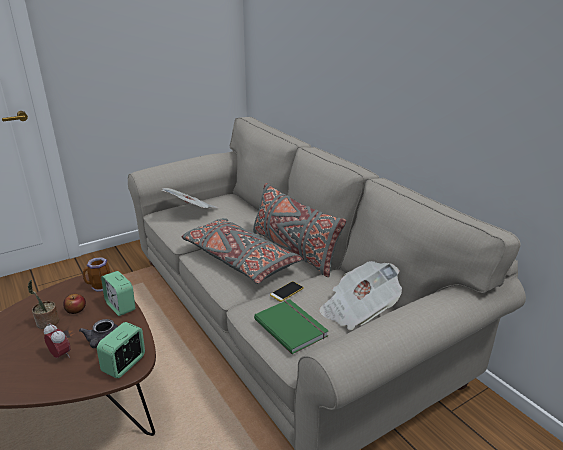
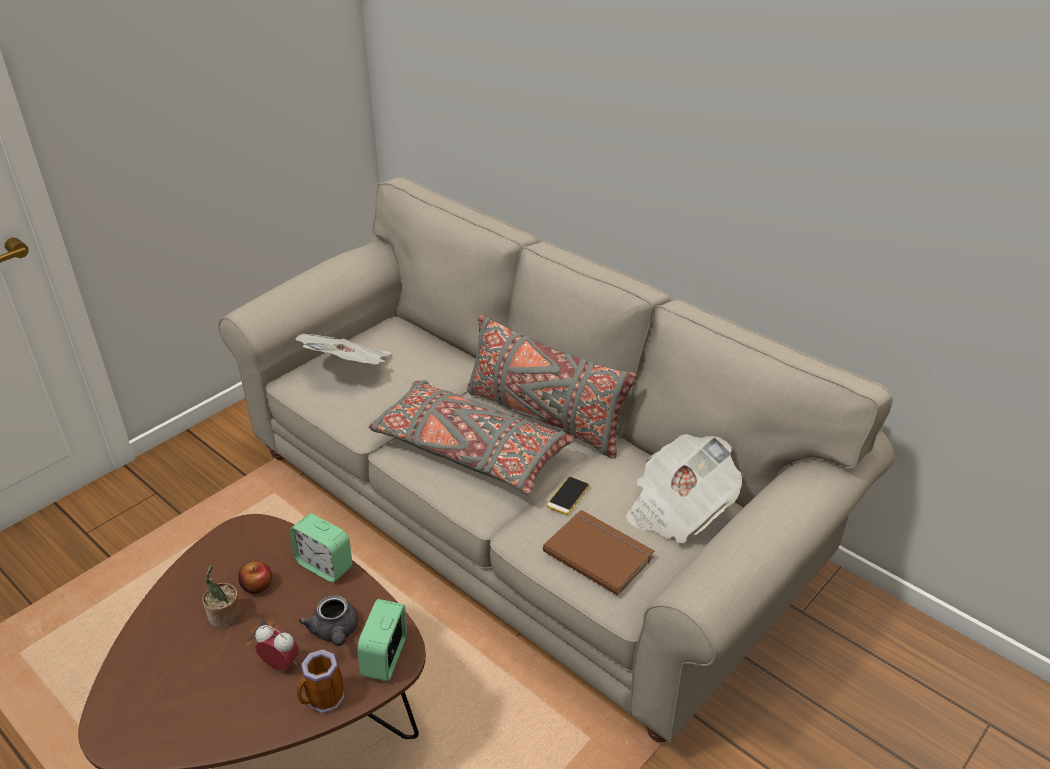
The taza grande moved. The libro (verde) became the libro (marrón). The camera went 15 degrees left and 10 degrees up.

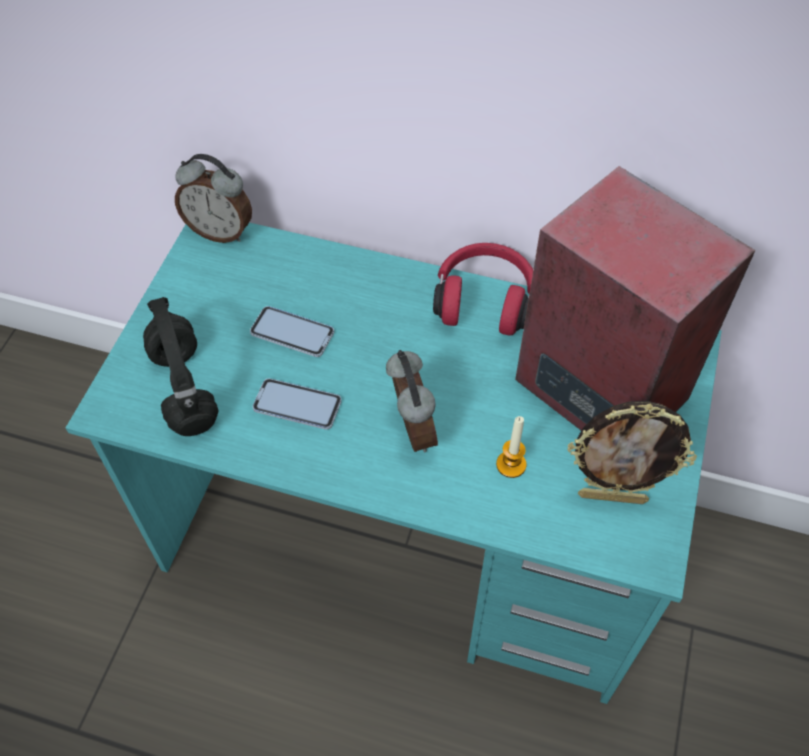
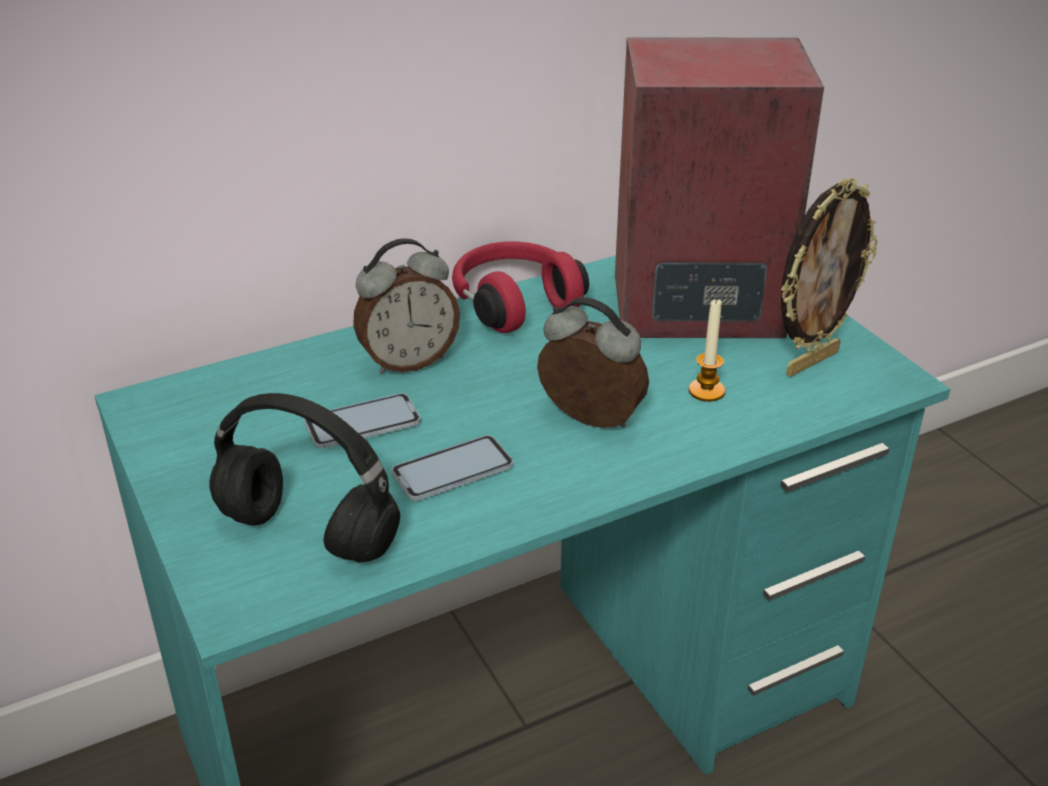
The despertador (no. 1 from left) moved. The camera went 45 degrees left and 20 degrees down.

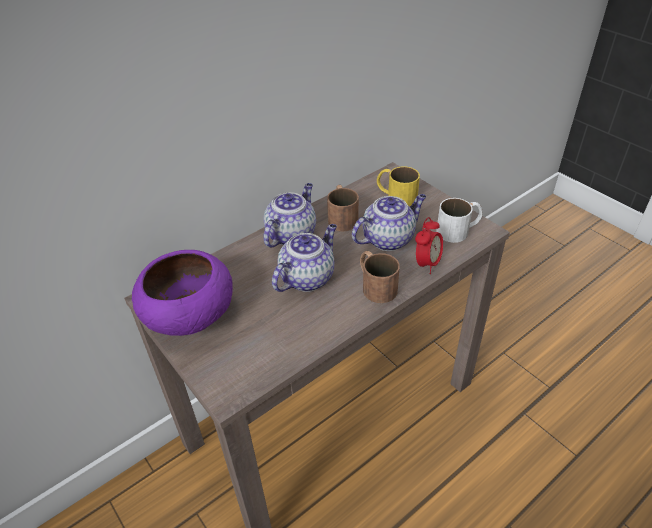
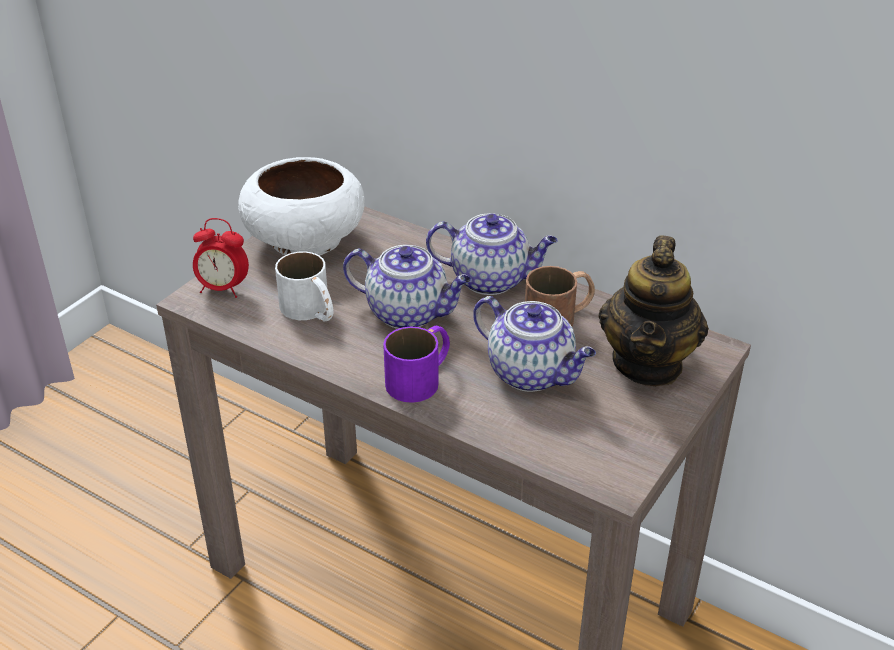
The despertador moved. The cuenco (morado) became the cuenco (blanco). The taza grande (blanco) moved. The taza grande (marrón) (no. 2 from left) became the taza grande (morado). The taza grande (amarillo) was replaced by the tetera (no. 4 from left). The camera went 70 degrees right and 5 degrees down.

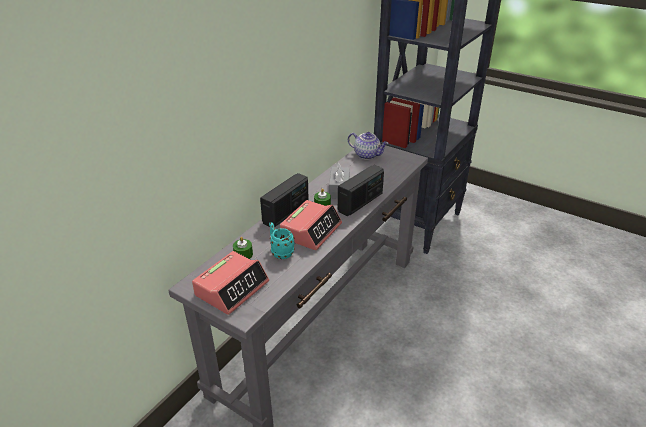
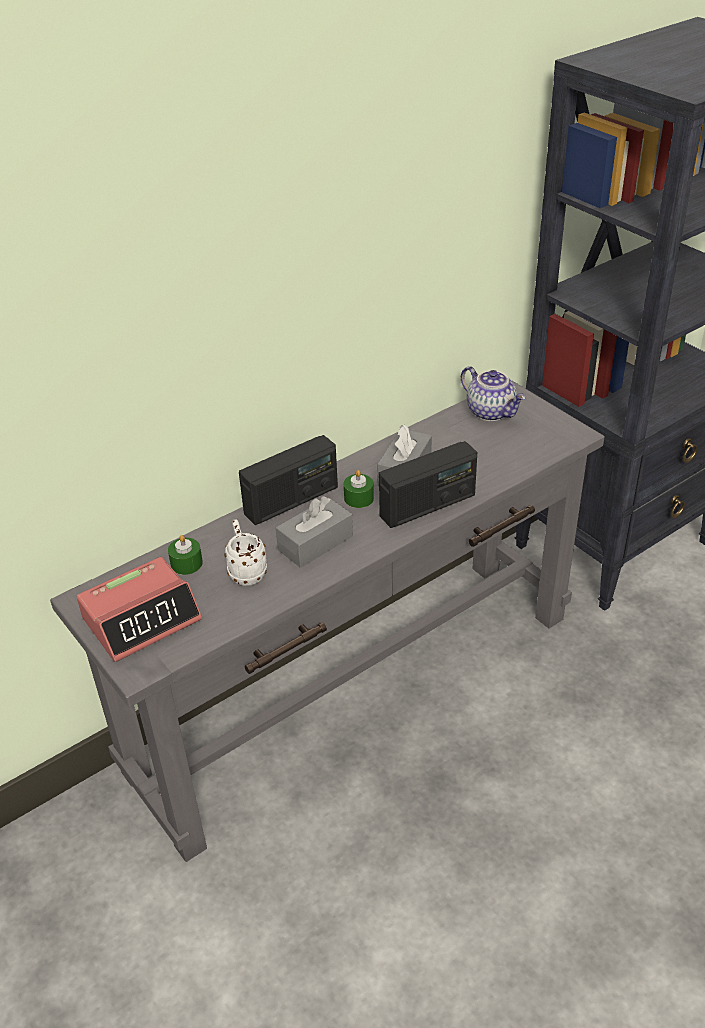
The taza grande (turquesa) became the taza grande (blanco). The despertador (no. 2 from left) was replaced by the caja de pañuelos (gris) (no. 1 from left). The camera went 20 degrees right and 5 degrees up.

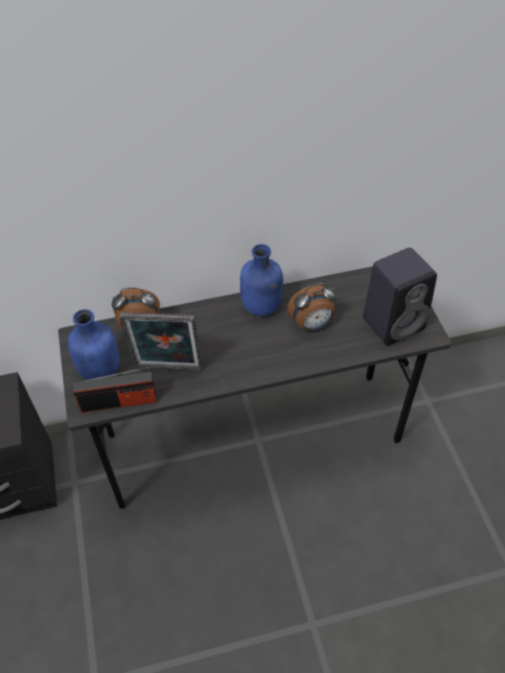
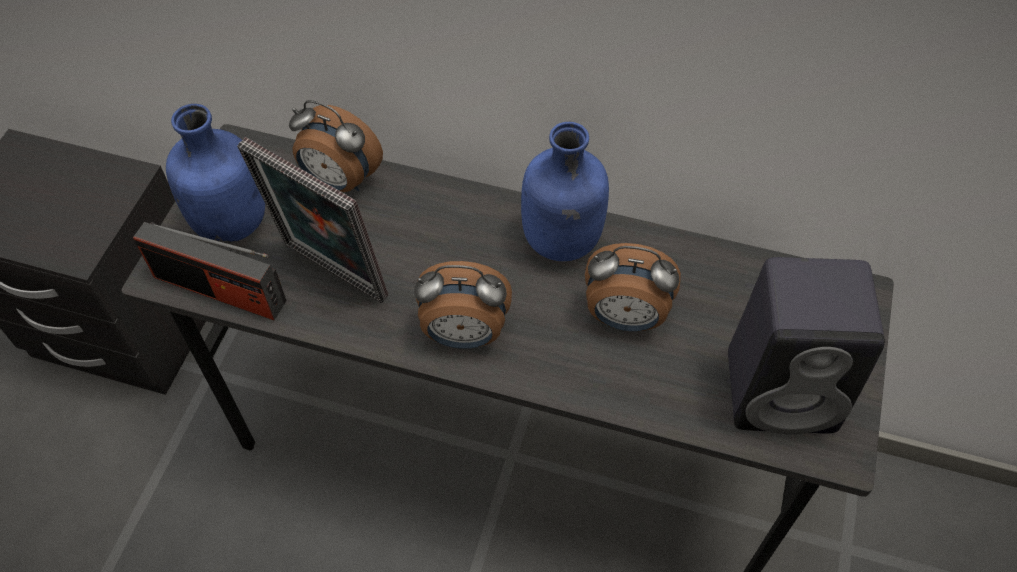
The despertador (no. 2 from left) appeared. The camera went 30 degrees right and 5 degrees up.

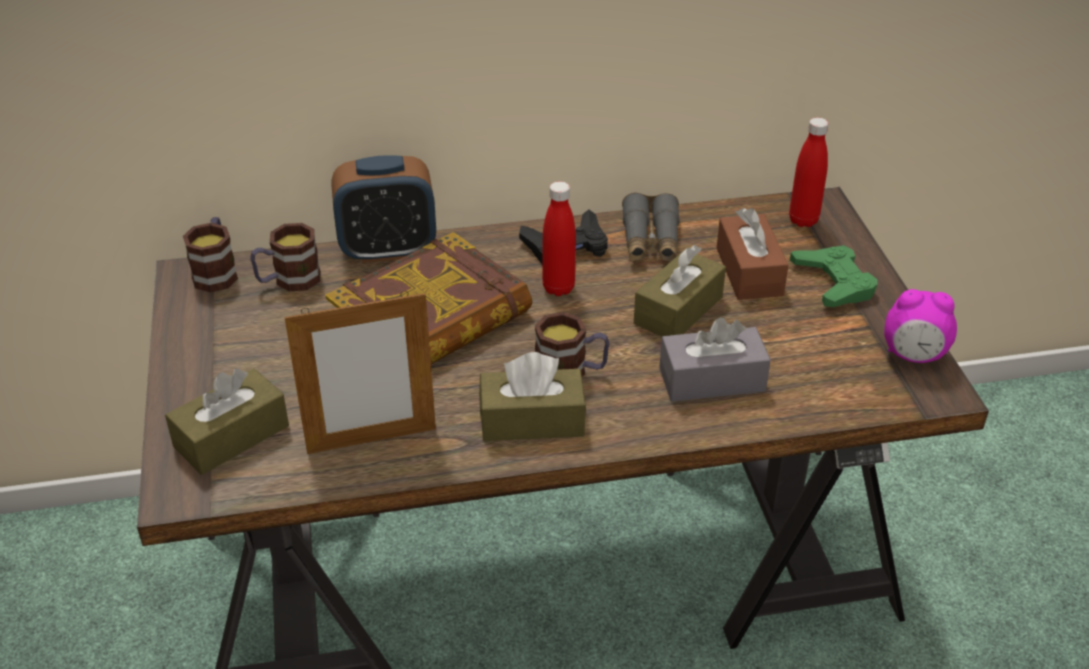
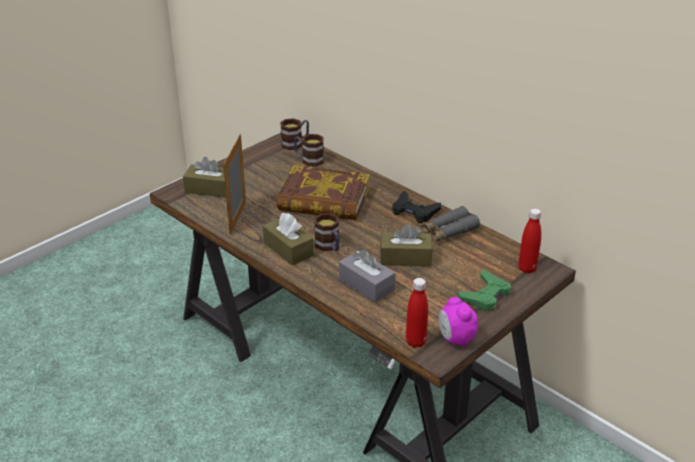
The portarretratos turned 60 degrees clockwise. The botella (rojo) (no. 1 from left) moved. The despertador (no. 1 from left) disappeared. The caja de pañuelos (marrón) (no. 4 from left) disappeared. The camera went 55 degrees right and 5 degrees down.

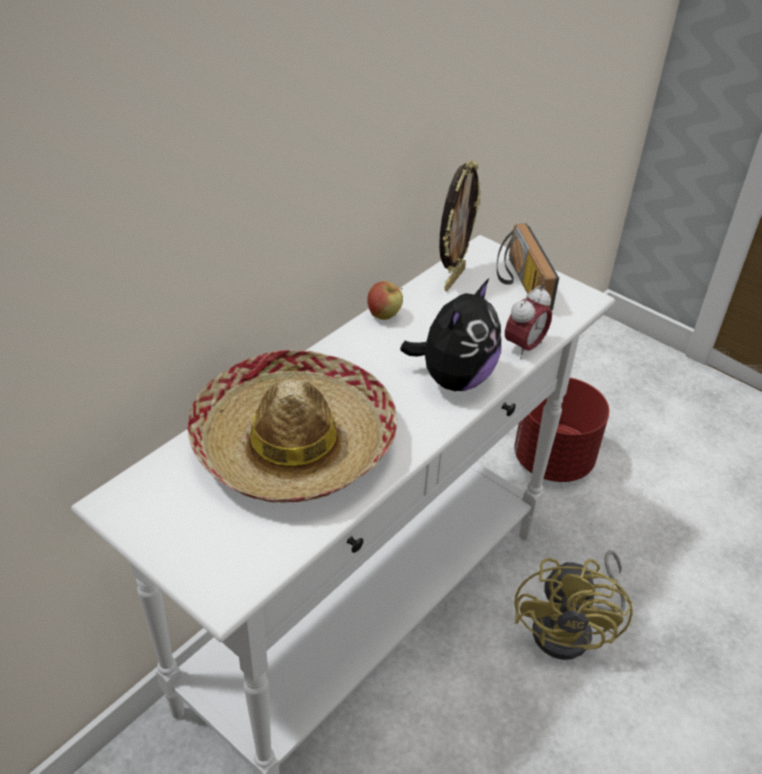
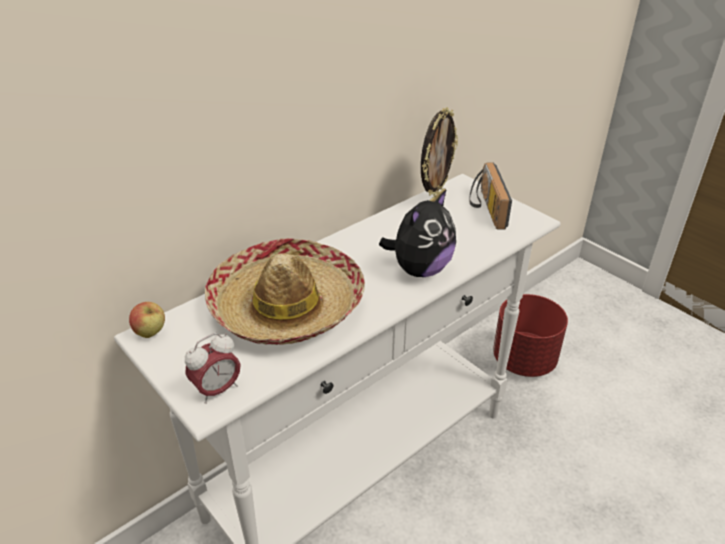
The manzana moved. The despertador moved. The ventilador (amarillo) disappeared. The camera went 10 degrees right and 5 degrees down.

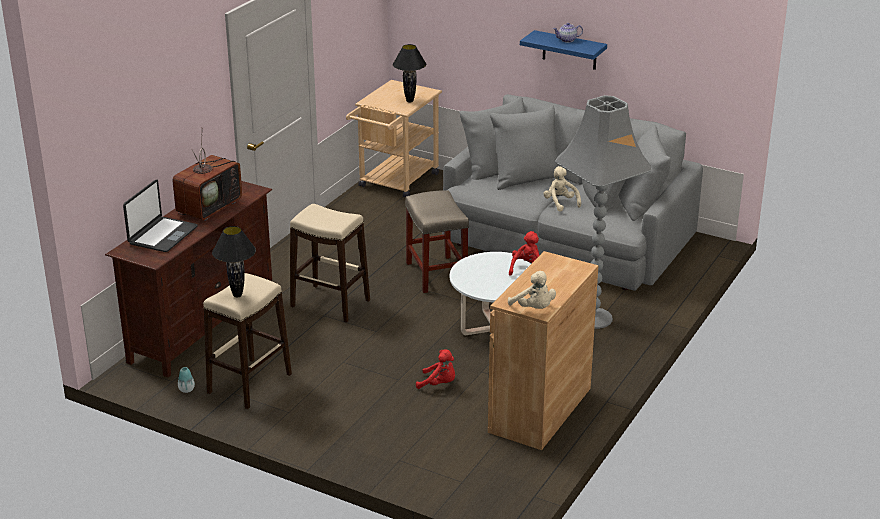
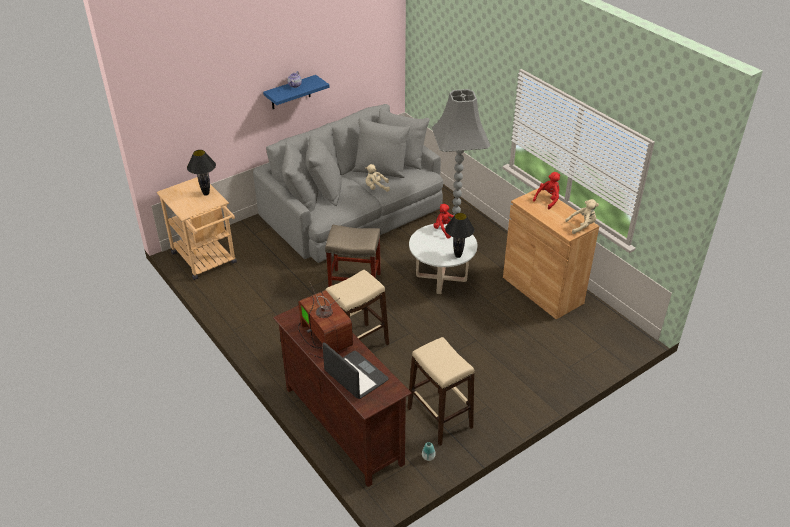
The lámpara de mesa (negro) (no. 1 from left in the first image) moved. The peluche (rojo) (no. 1 from left in the first image) moved. The camera went 65 degrees left and 10 degrees up.

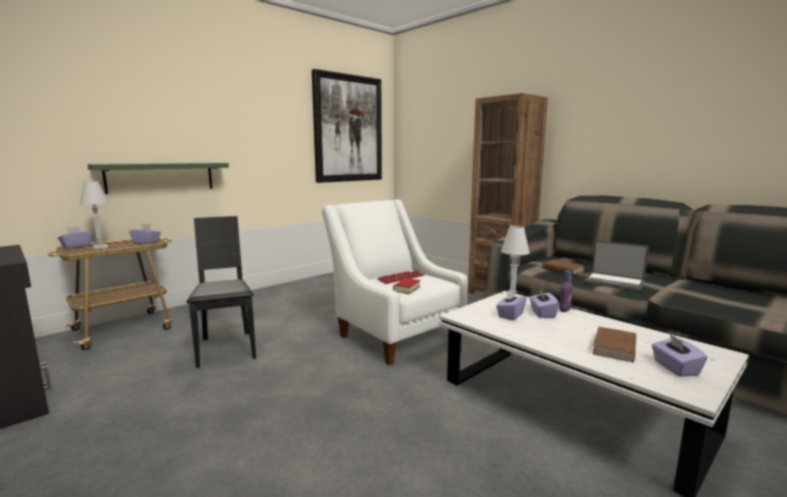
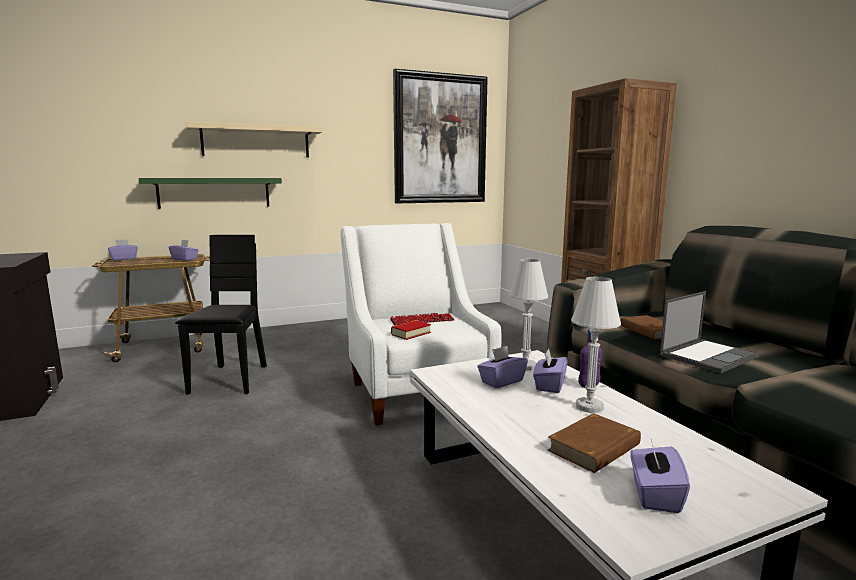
The estante (beis) appeared. The lámpara de mesa (blanco) (no. 1 from left in the first image) moved. The portátil turned 90 degrees counterclockwise. The camera went 20 degrees right and 0 degrees up.

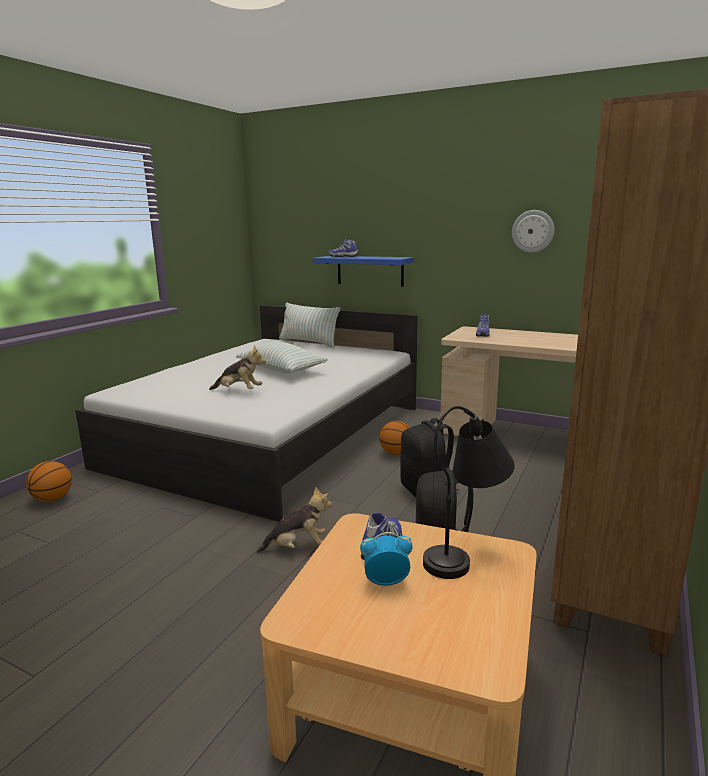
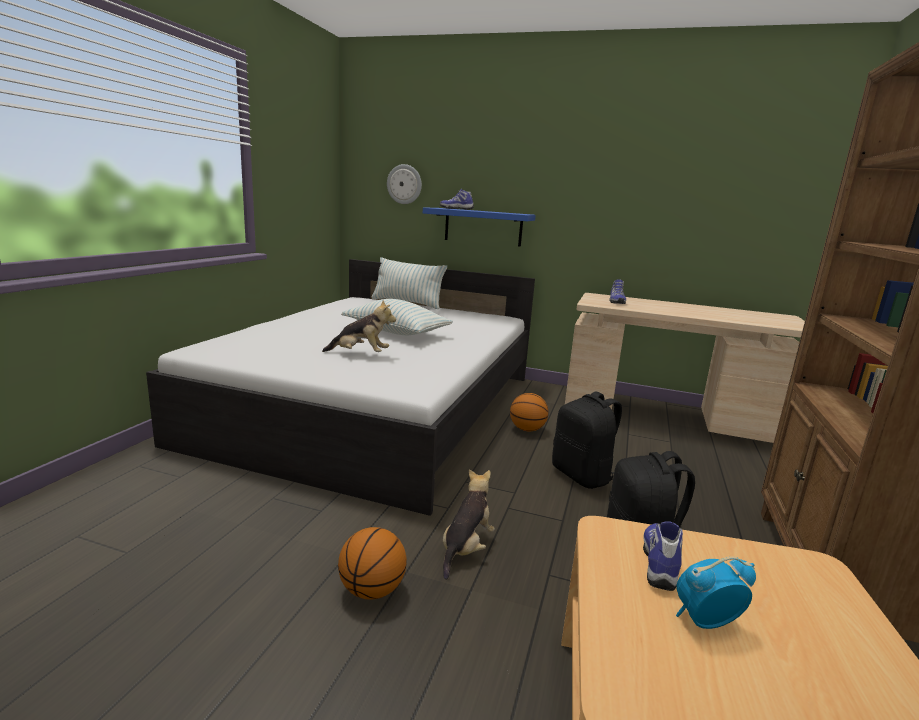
The balón de baloncesto (no. 1 from left) moved. The reloj de pared moved. The peluche (no. 2 from left) turned 45 degrees counterclockwise. The lámpara de mesa (negro) disappeared. The camera went 10 degrees left and 0 degrees up.

